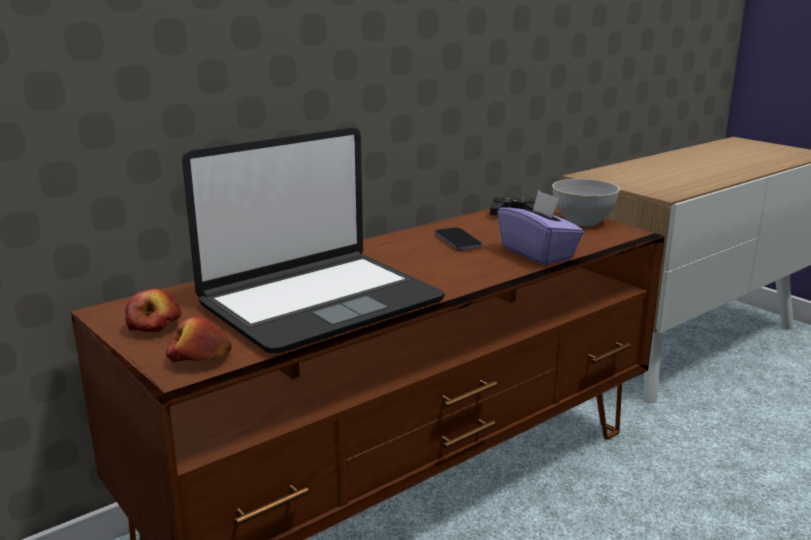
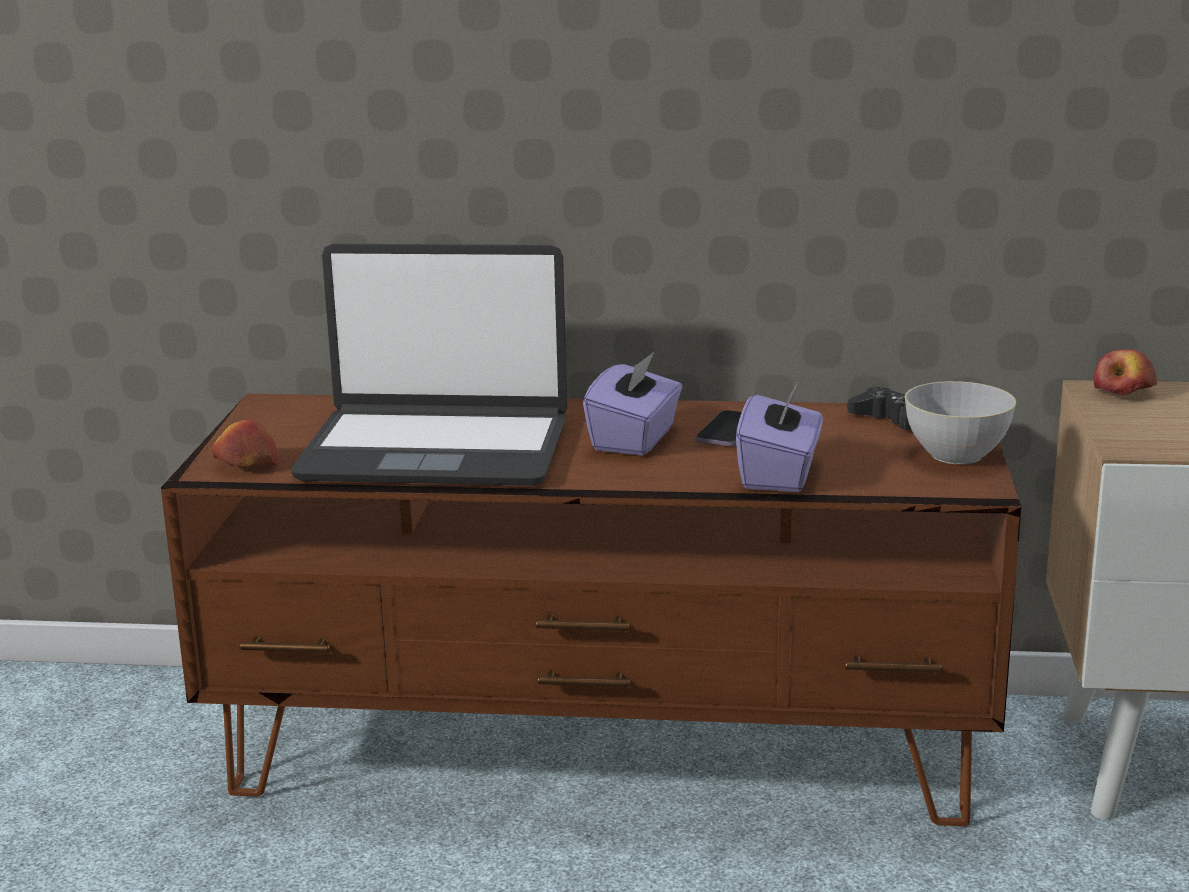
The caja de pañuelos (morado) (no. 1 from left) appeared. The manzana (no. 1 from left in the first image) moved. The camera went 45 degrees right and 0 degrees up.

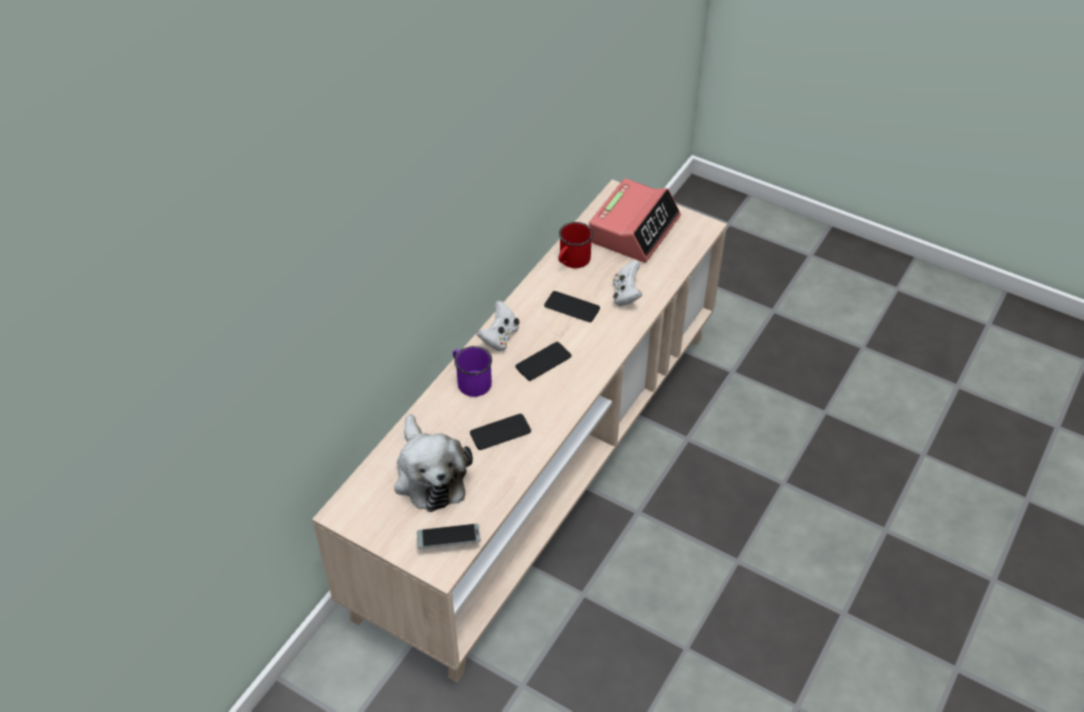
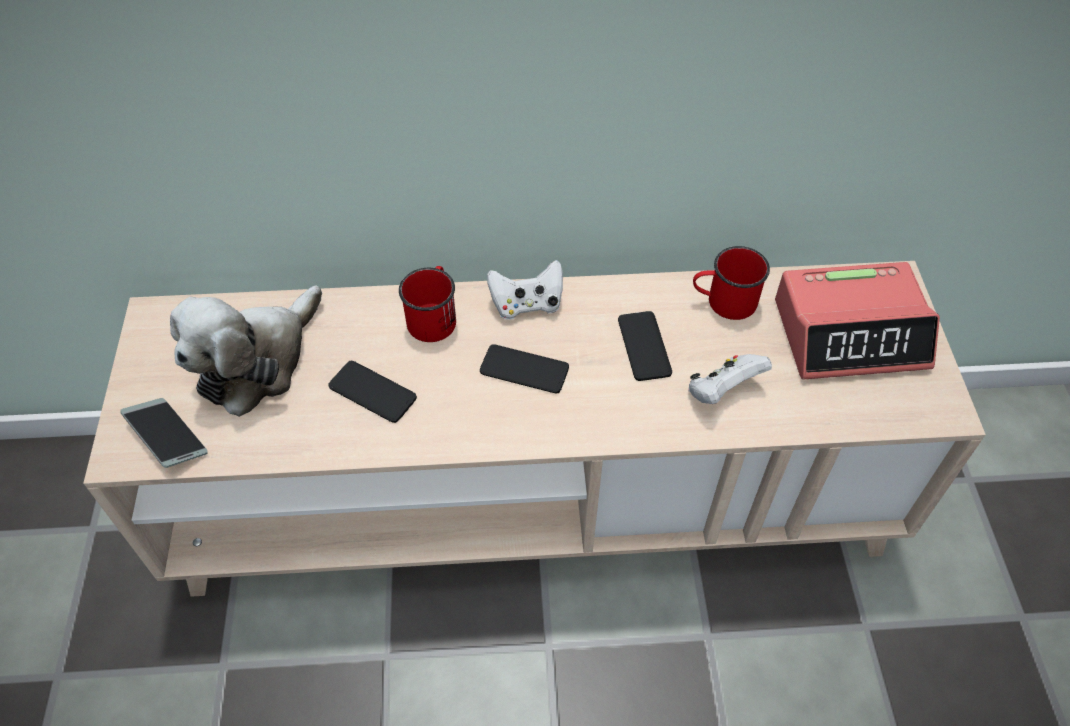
The taza grande (morado) became the taza grande (rojo) (no. 1 from left). The camera went 55 degrees right and 5 degrees up.

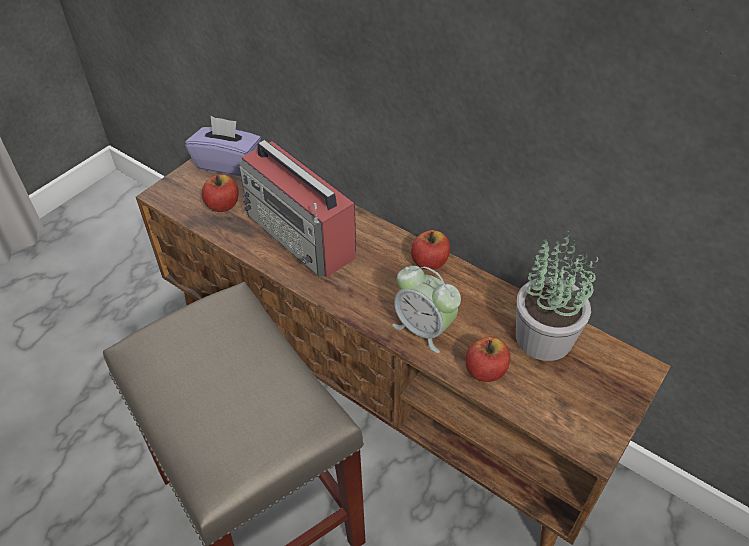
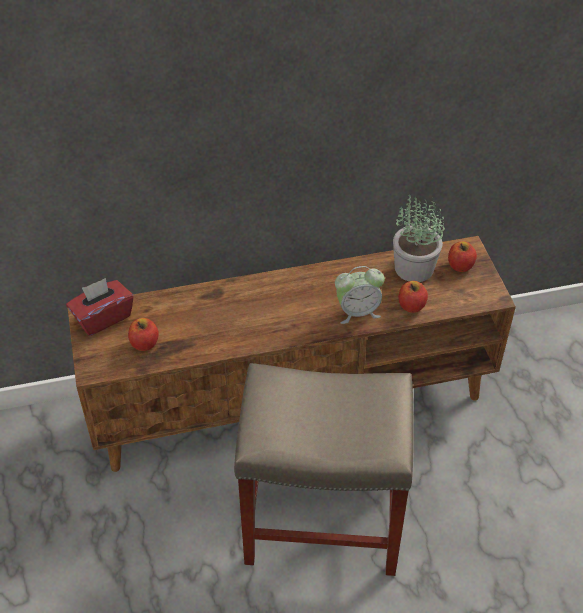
The caja de pañuelos (morado) became the caja de pañuelos (rojo). The manzana (no. 2 from left in the first image) moved. The radio disappeared. The camera went 50 degrees left and 0 degrees up.

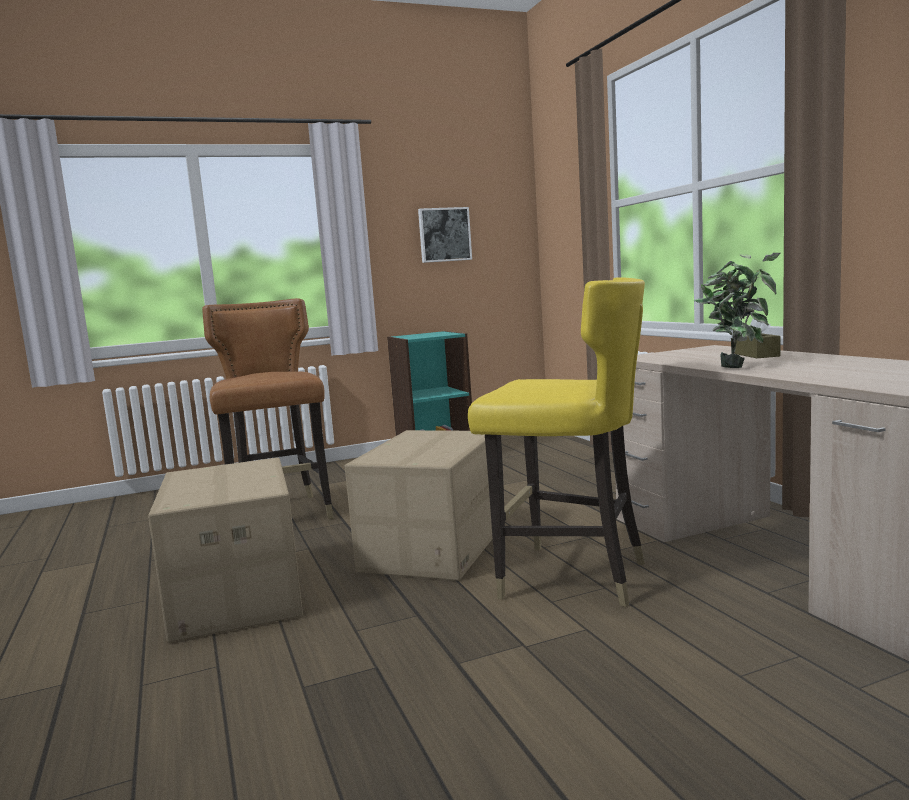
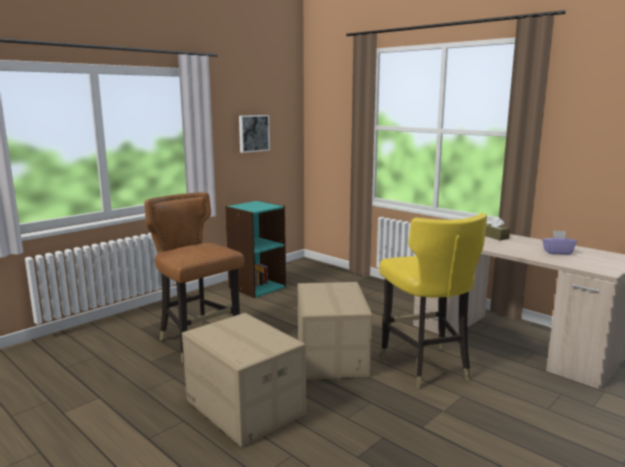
The silla (amarillo) turned 75 degrees clockwise. The caja de pañuelos (morado) appeared. The planta en maceta disappeared. The camera went 25 degrees left and 5 degrees up.

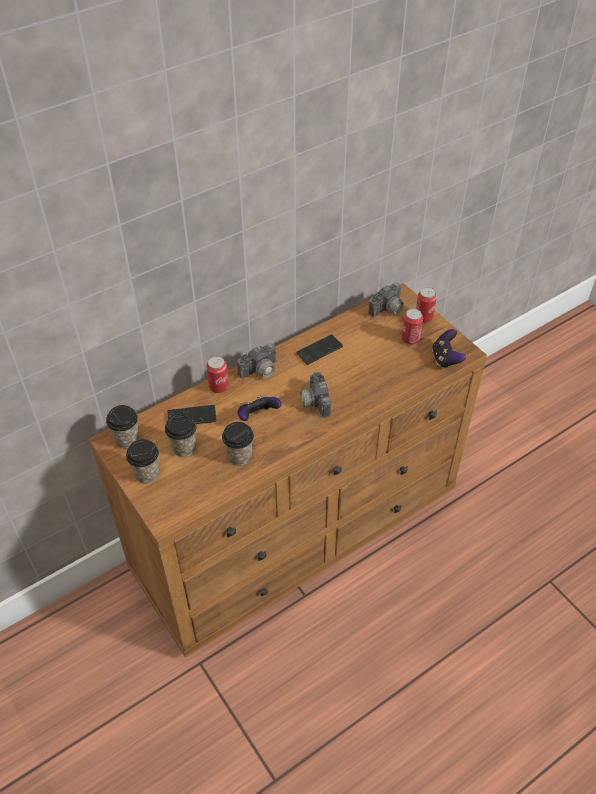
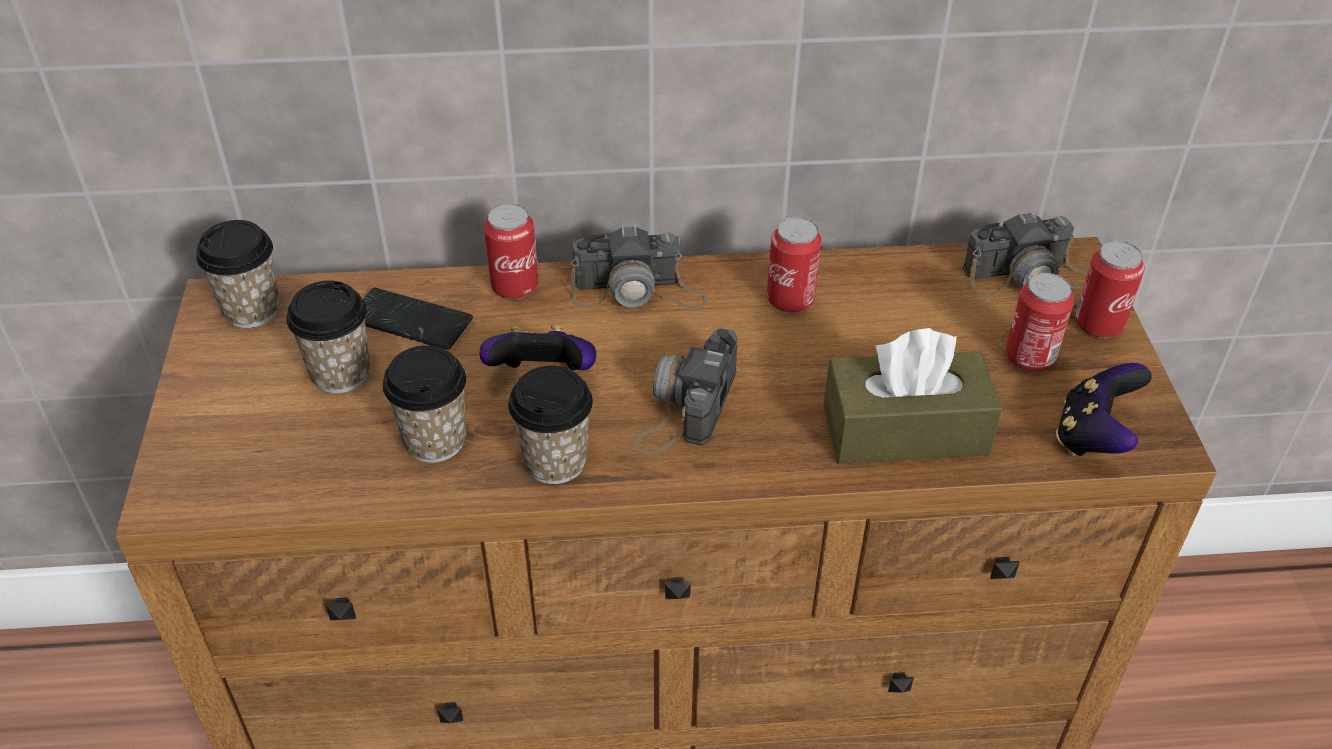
The taza (no. 2 from left in the first image) moved. The móvil (no. 2 from left) was replaced by the lata (no. 2 from left). The caja de pañuelos (marrón) appeared. The camera went 30 degrees right and 5 degrees down.

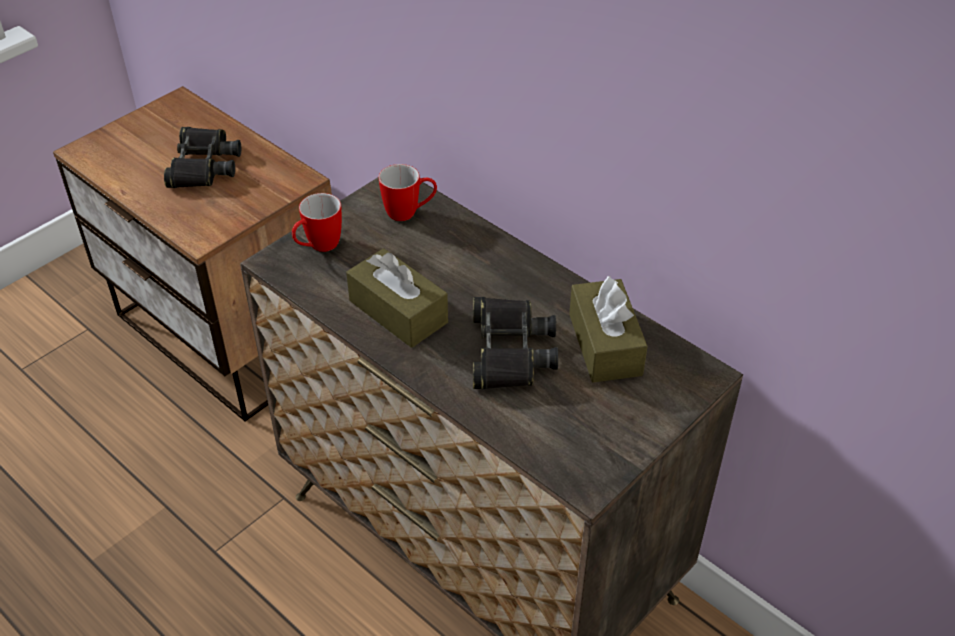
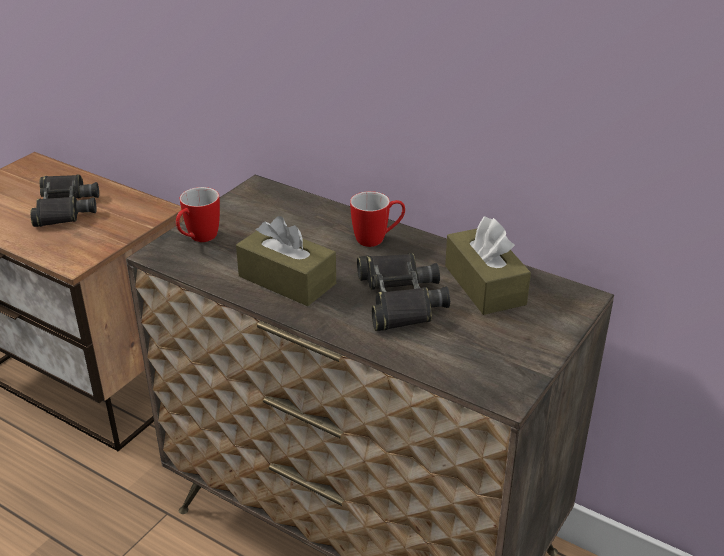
The taza grande (no. 2 from left) moved. The camera went 10 degrees left and 10 degrees down.

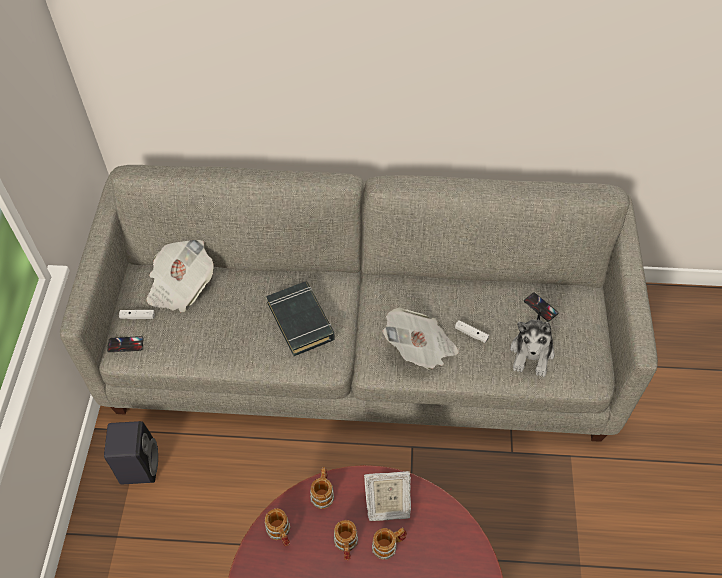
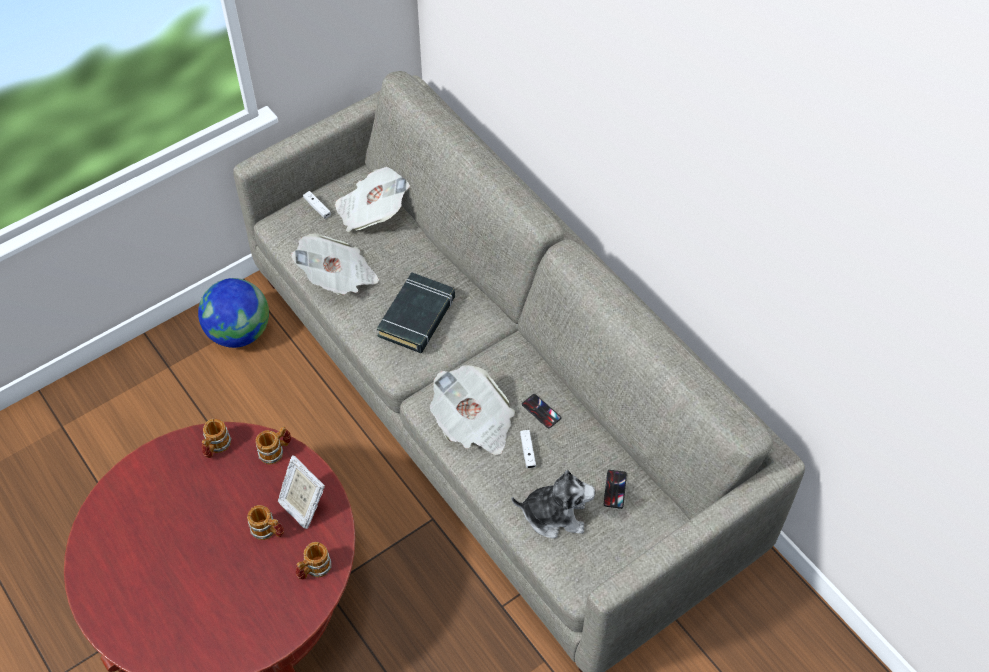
The altavoz (negro) was replaced by the globo terráqueo. The periódico (no. 1 from left) appeared. The taza grande (no. 3 from left in the first image) moved. The peluche turned 150 degrees counterclockwise. The móvil (no. 1 from left) moved. The camera went 50 degrees right and 0 degrees up.

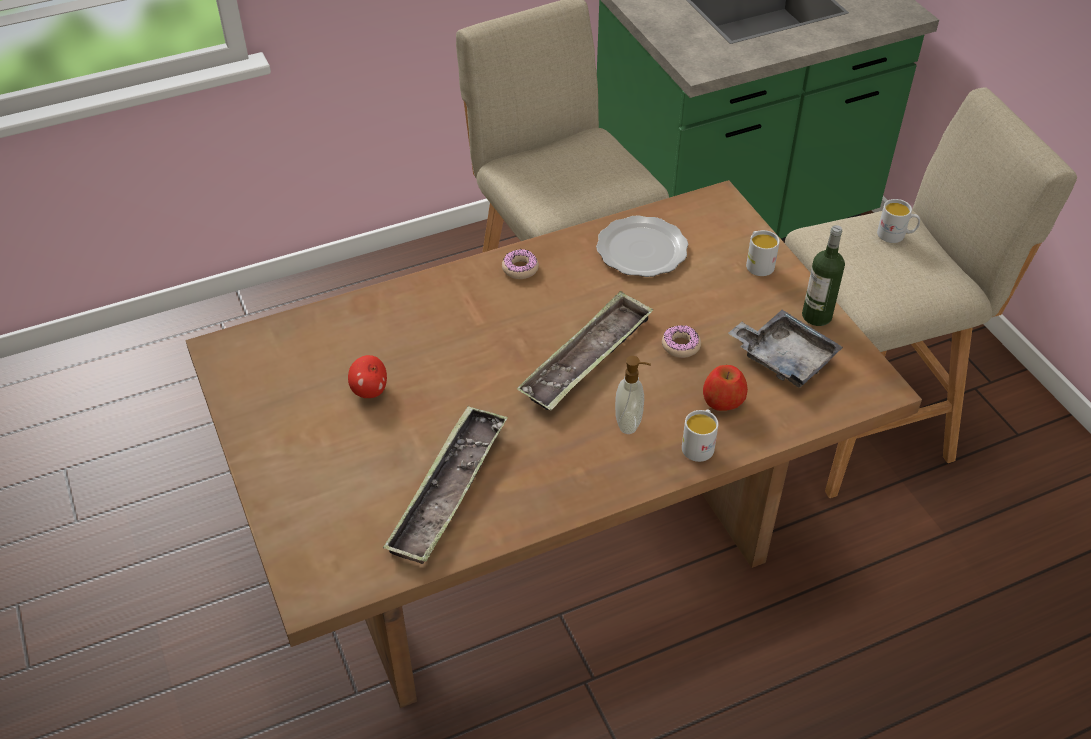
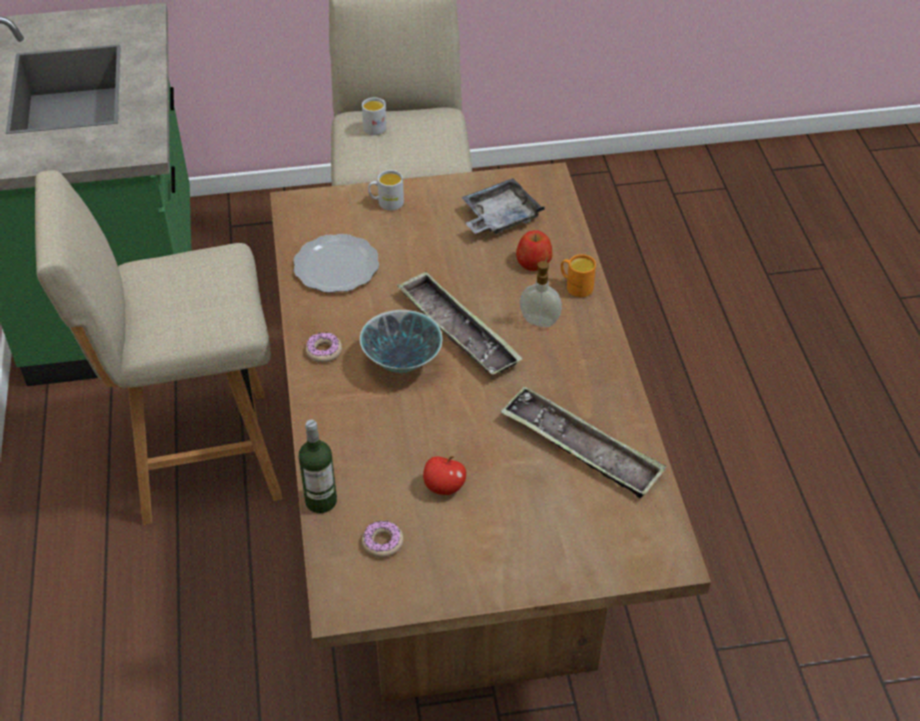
The botella moved. The cuenco appeared. The rosquilla (no. 2 from left) moved. The taza grande (blanco) (no. 1 from left) became the taza grande (naranja). The camera went 75 degrees left and 0 degrees up.

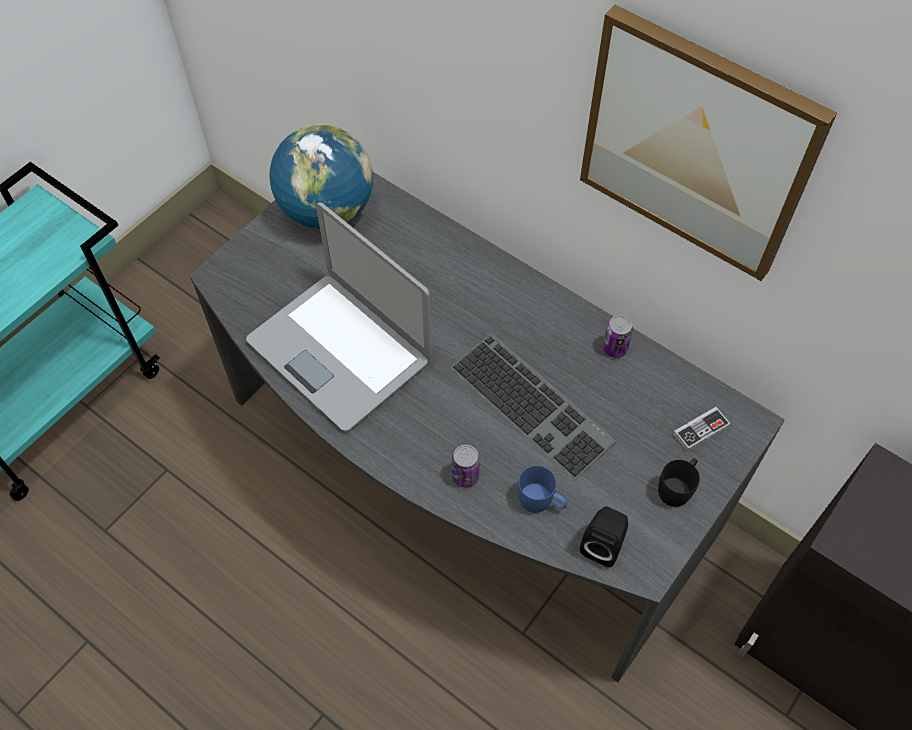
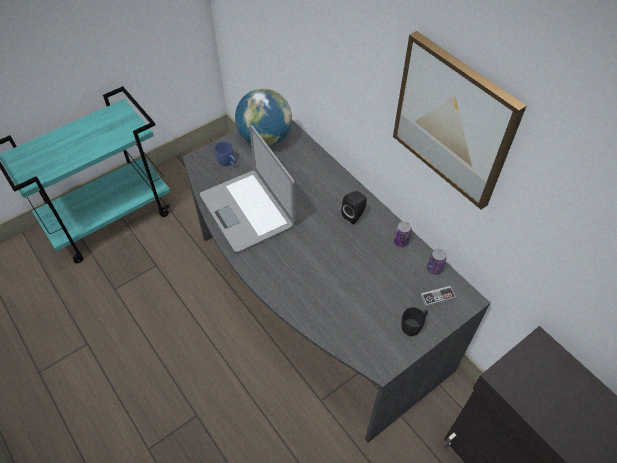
The taza grande (azul) moved. The altavoz (negro) moved. The lata (no. 1 from left in the first image) moved. The teclado disappeared. The camera went 15 degrees right and 5 degrees down.

